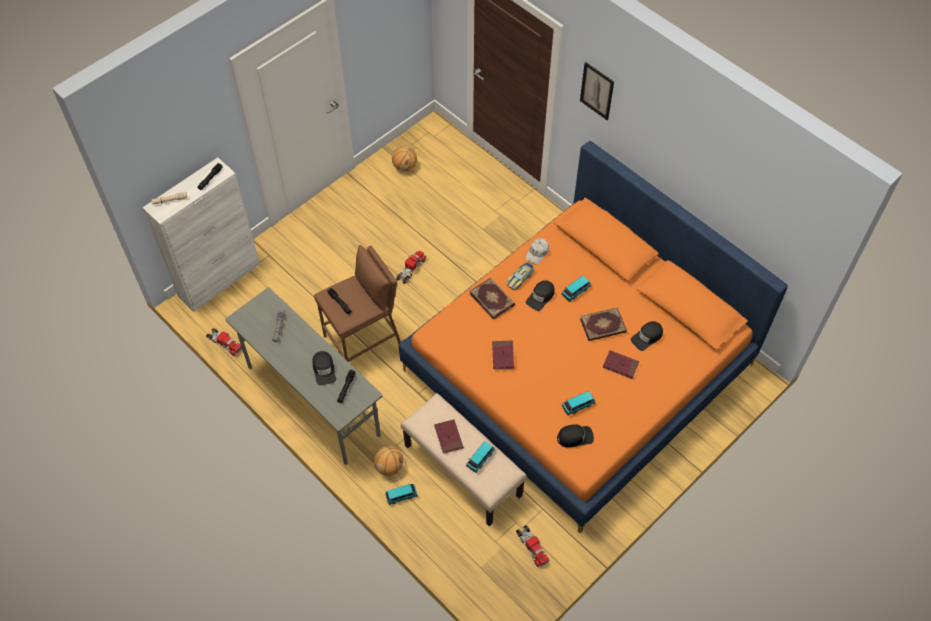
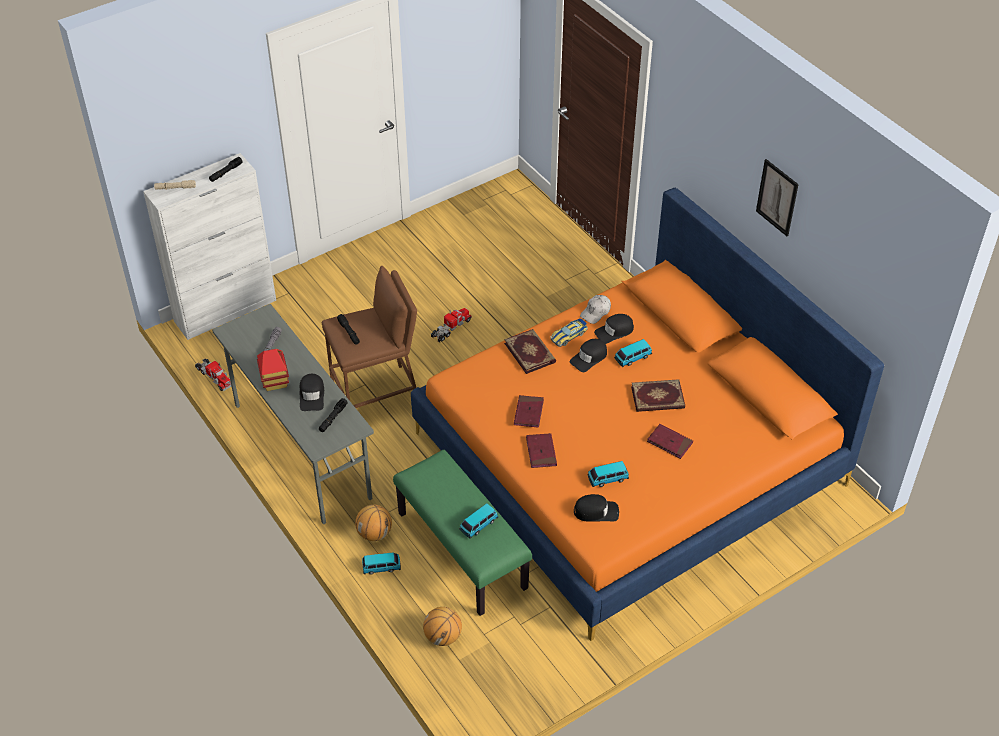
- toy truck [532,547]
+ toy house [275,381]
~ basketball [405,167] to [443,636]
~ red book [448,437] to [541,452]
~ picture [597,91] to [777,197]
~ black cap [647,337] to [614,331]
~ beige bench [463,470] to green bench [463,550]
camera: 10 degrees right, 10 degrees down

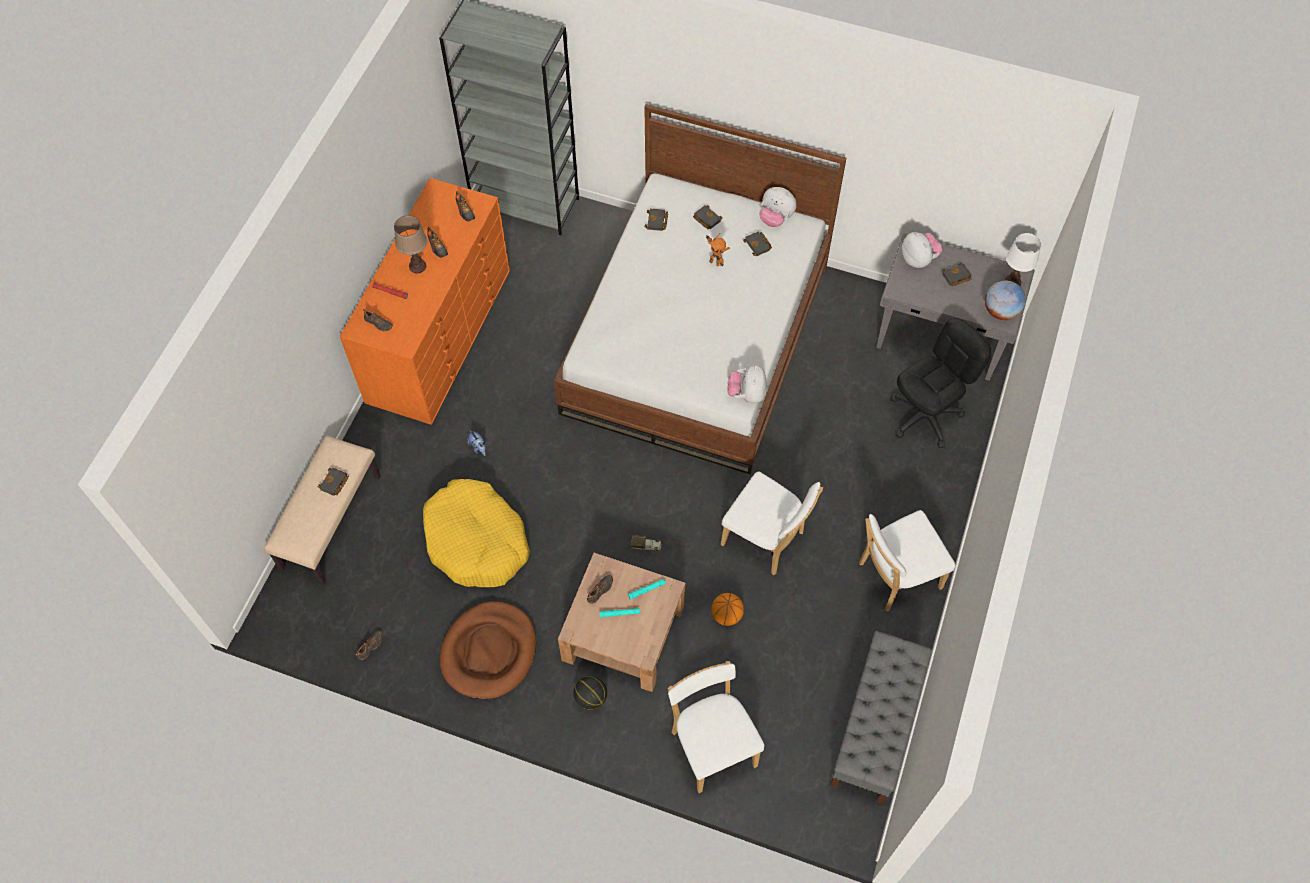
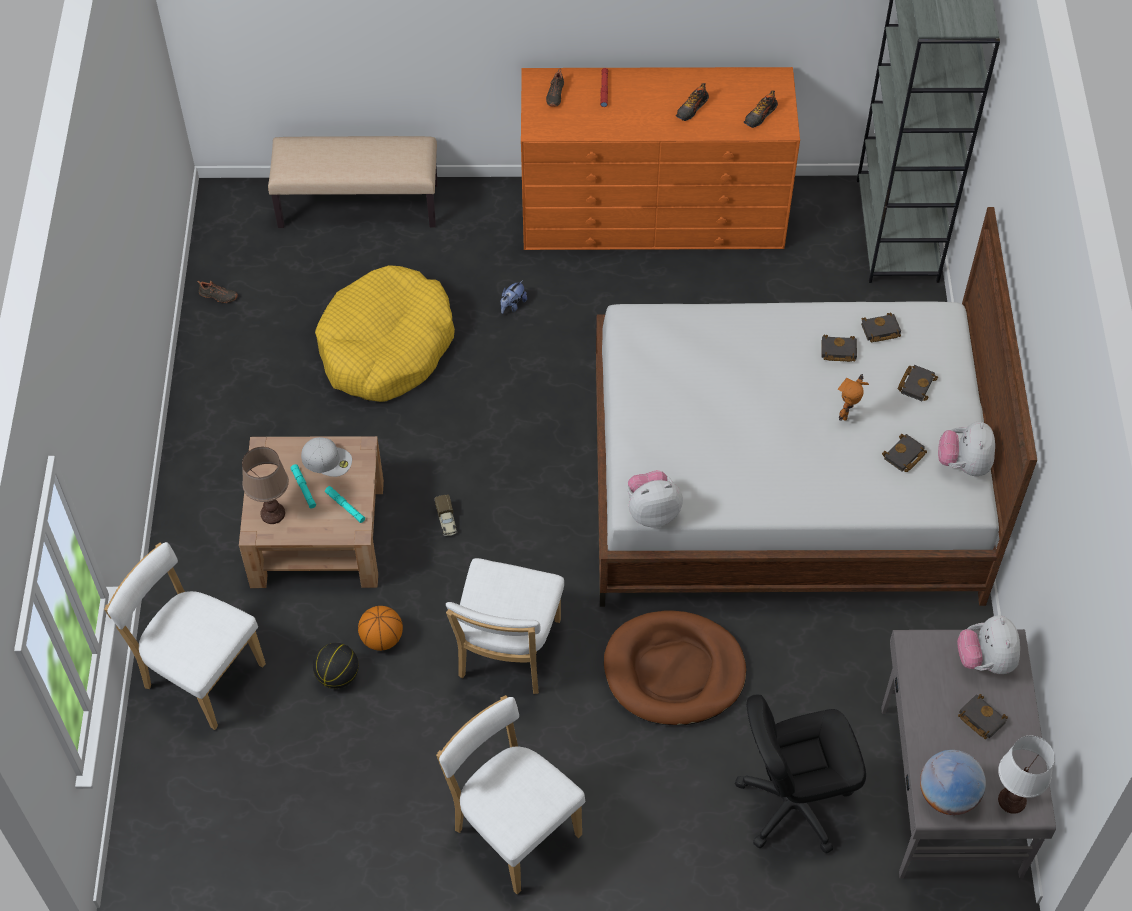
- grey bench [875,727]
~ black book [334,483] to [837,351]
~ brown table lamp [417,266] to [273,513]
~ brown dog bed [489,652] to [674,671]
~ basketball [591,698] to [338,676]
~ black shoe [600,591] to white cap [327,459]
~ white chair [711,745] = [200,673] 105 degrees counterclockwise
~ black office chair [925,416] = [793,803] 135 degrees clockwise
~ plush toy [918,259] = [985,660] 135 degrees clockwise
camera: 70 degrees right, 5 degrees down

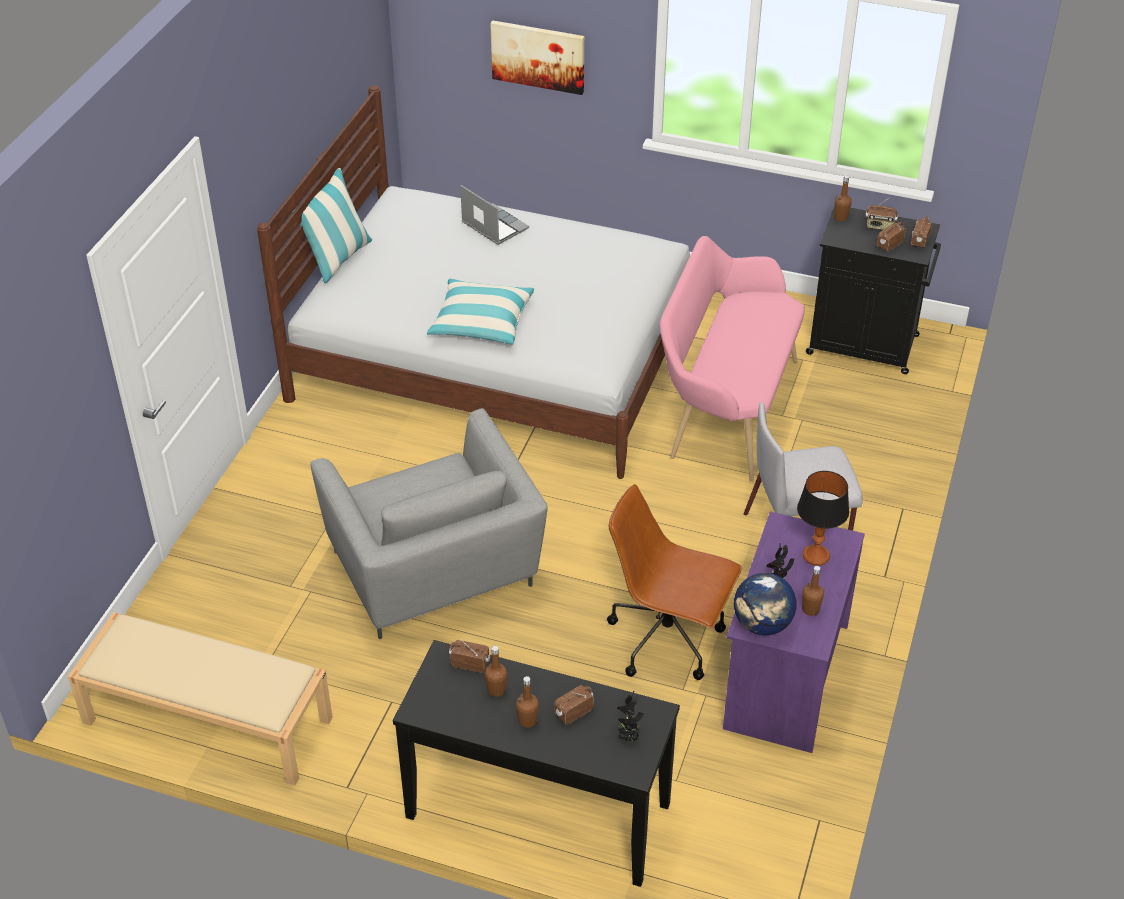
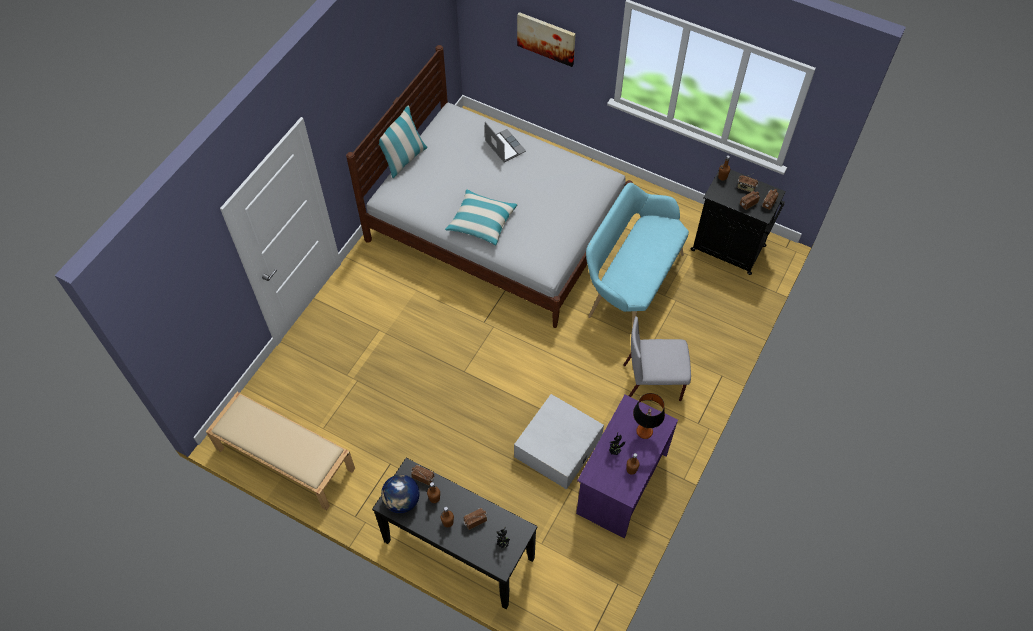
- grey armchair [434,573]
~ globe [762,624] to [402,501]
~ brown office chair [668,640] to white storage box [558,447]
~ pink bench [726,409] to turquoise bench [630,285]
camera: 10 degrees right, 15 degrees up

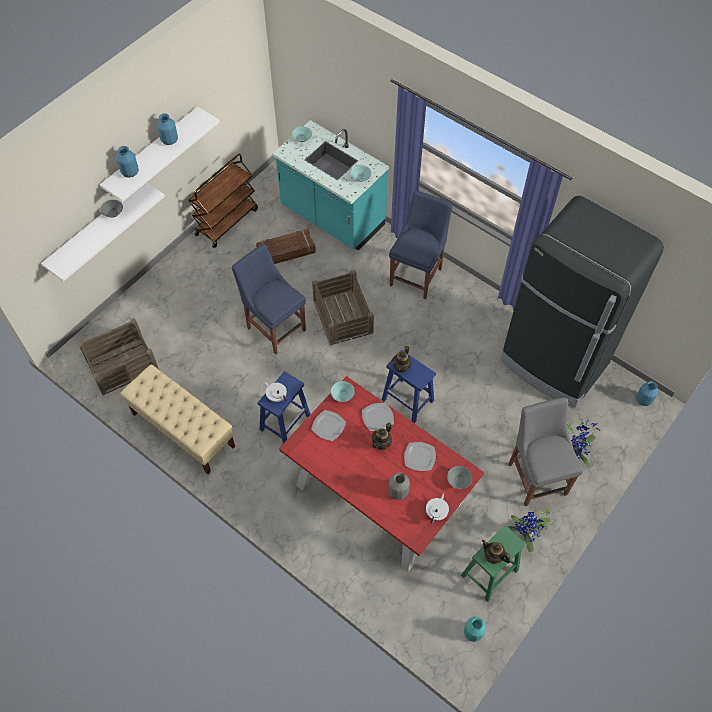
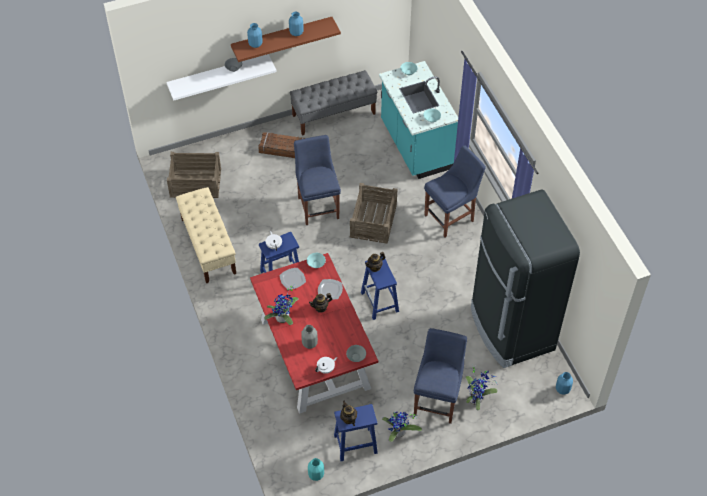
- plate [419,457]
+ potted plant [283,319]
~ crate [286,251] to [283,149]
~ brown cart [227,221] to grey bench [334,114]
~ white shelf [152,153] to brown shelf [282,37]
~ green stool [489,573] to blue stool [355,444]
~ grey chair [536,476] to blue chair [437,399]
camera: 30 degrees right, 5 degrees down

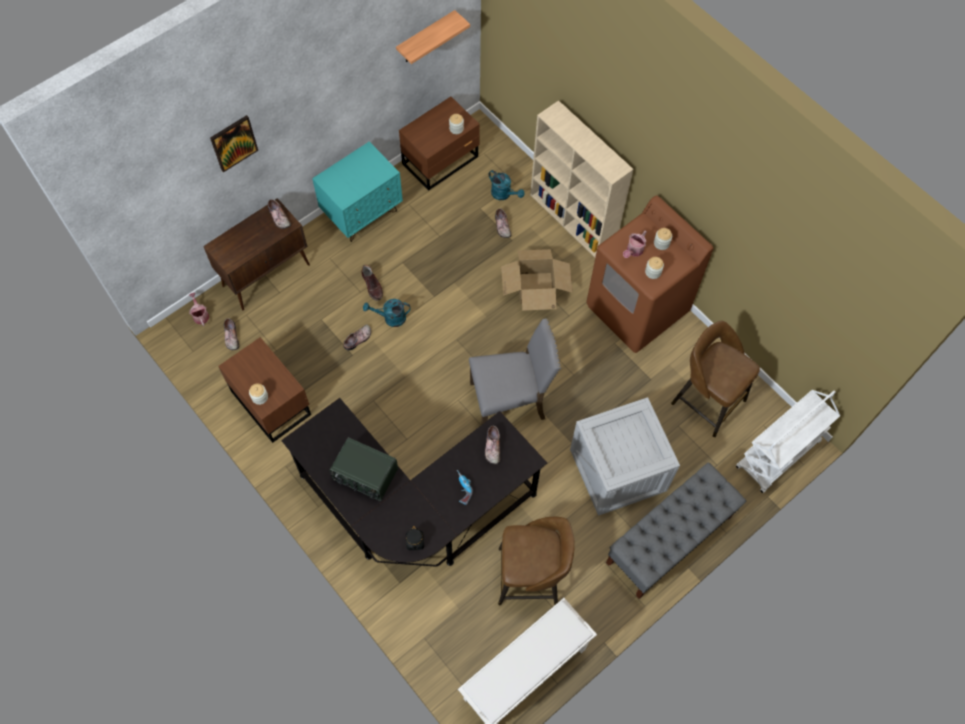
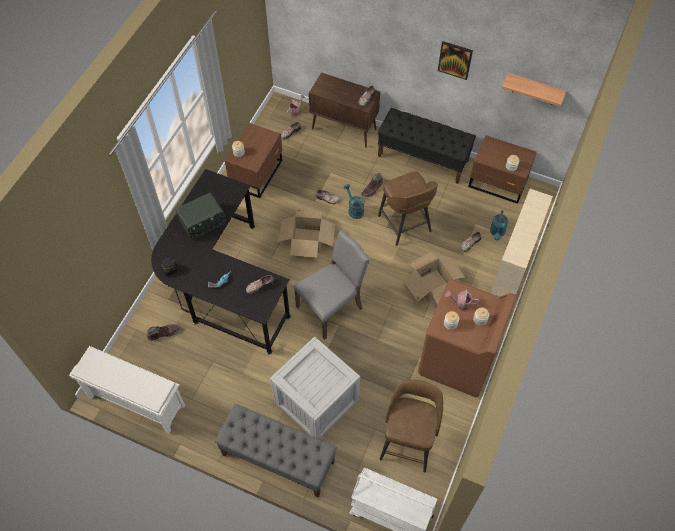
+ brown boot [164,332]
+ cardboard box [307,240]
~ picture [233,143] to [455,60]
~ brown stool [530,576] to [405,225]
~ turquoise nightstand [362,214] to black bench [423,158]
~ radio [365,475] = [203,222] 120 degrees counterclockwise
~ grey chair [510,402] = [331,308] 90 degrees counterclockwise
camera: 65 degrees right, 5 degrees down

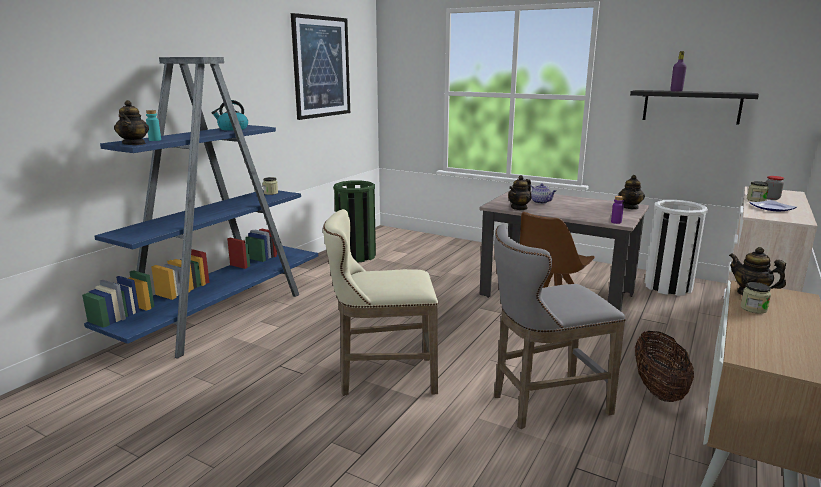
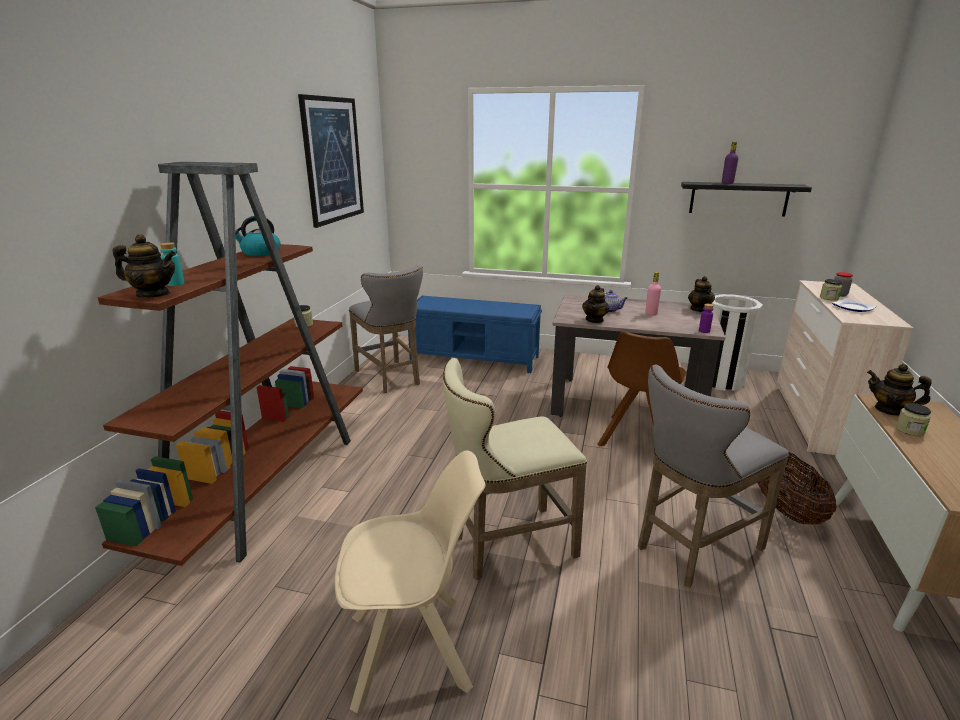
+ beige chair [413,650]
+ blue bench [475,358]
+ pink bottle [651,314]
~ green trash can [356,256] to grey stool [390,378]
~ blue bookcase [222,314] to brown bookcase [268,483]
~ teapot [134,144] = [153,294] 60 degrees counterclockwise
camera: 15 degrees left, 5 degrees up

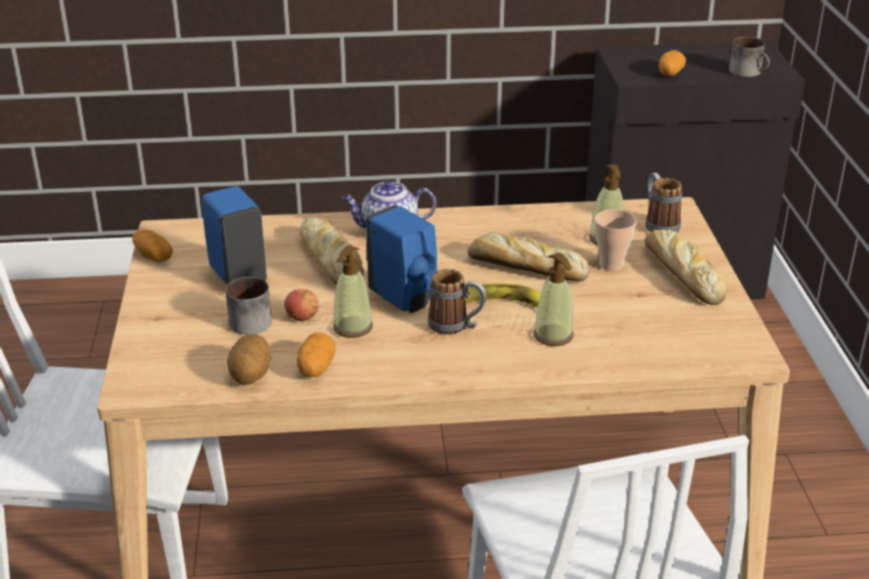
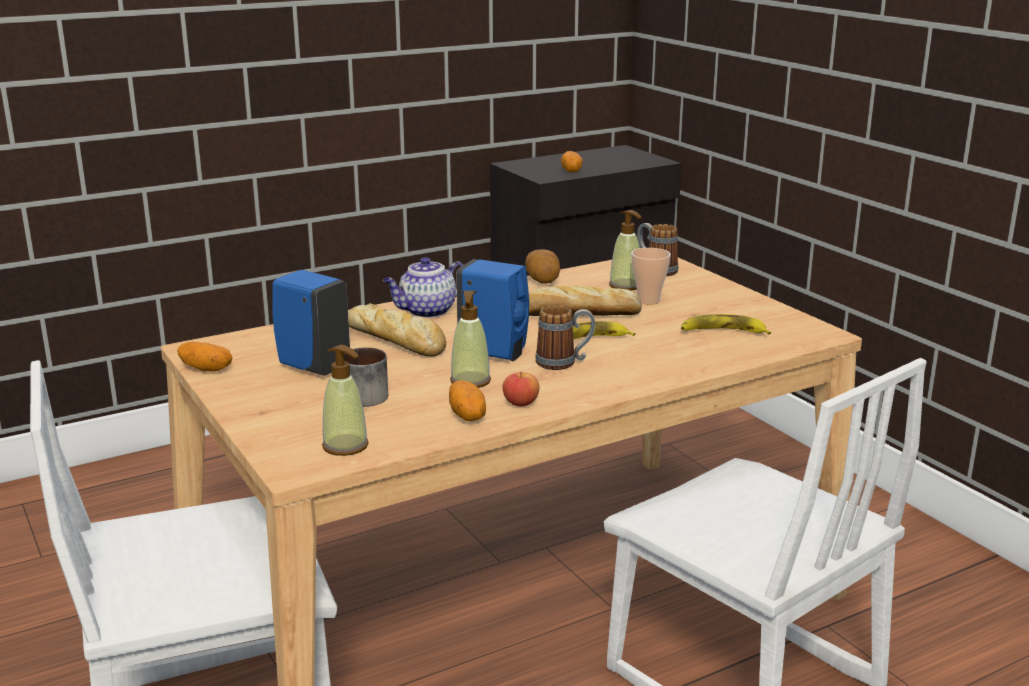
- bread [681,273]
- mug [749,72]
+ banana [722,332]
~ potato [251,376] to [543,281]
~ apple [302,317] to [520,403]
~ soap dispenser [553,336] to [345,446]
camera: 25 degrees left, 10 degrees down

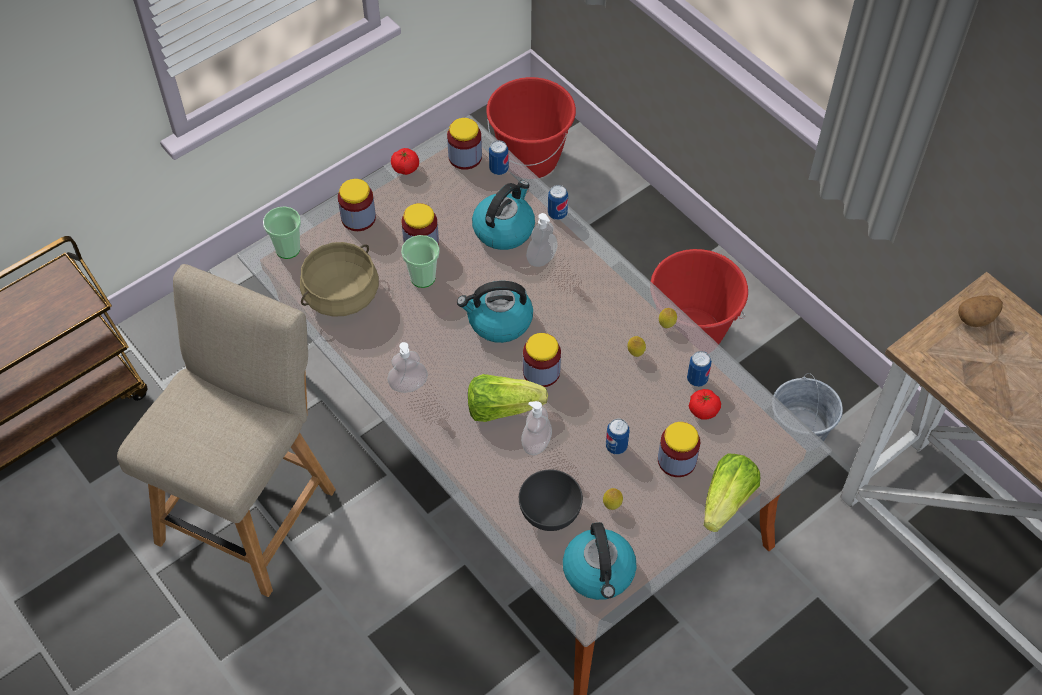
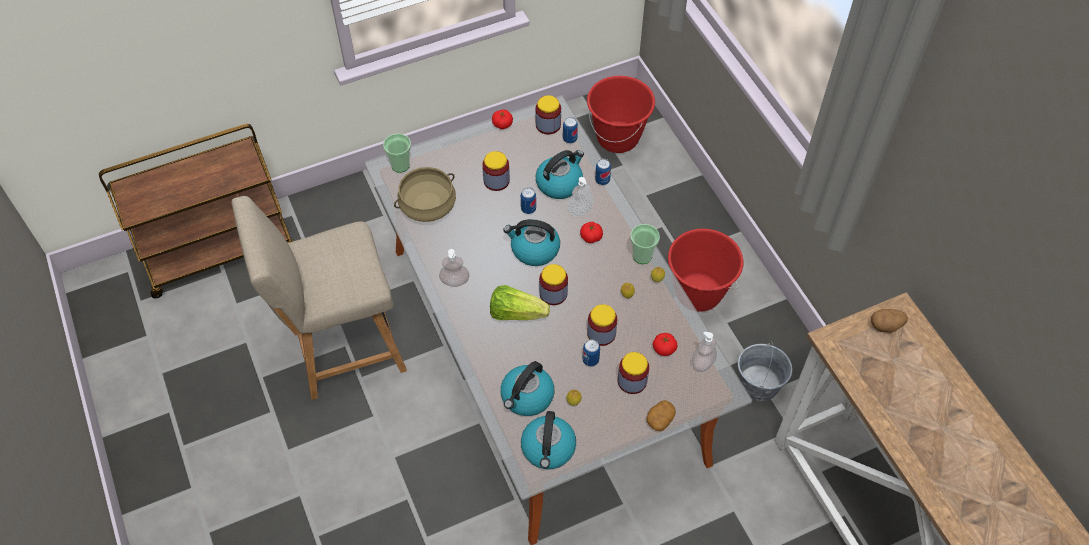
+ tomato [591,237]
~ jar [358,218] to [601,333]
~ cup [422,277] to [642,256]
~ soap dispenser [536,443] to [702,363]
~ can [697,379] to [528,209]
~ grey bowl [550,513] to kettle [527,397]
~ lettuce [727,500] to potato [660,419]
~ beige chair [251,508] = [341,347] 150 degrees counterclockwise
camera: 15 degrees right, 0 degrees up

